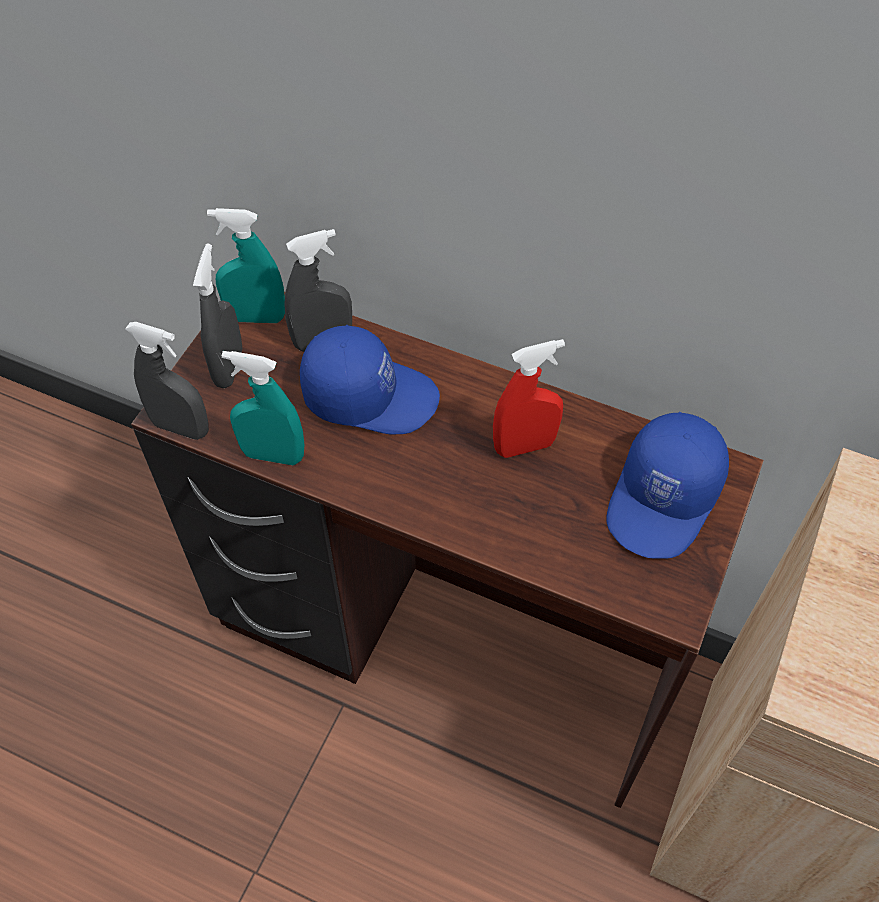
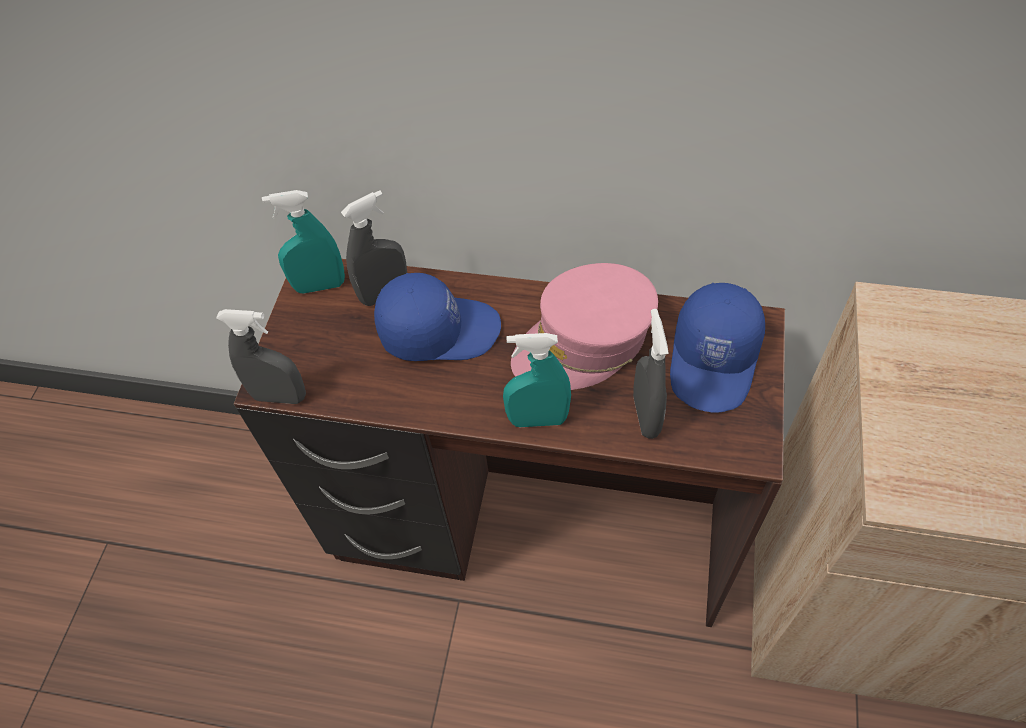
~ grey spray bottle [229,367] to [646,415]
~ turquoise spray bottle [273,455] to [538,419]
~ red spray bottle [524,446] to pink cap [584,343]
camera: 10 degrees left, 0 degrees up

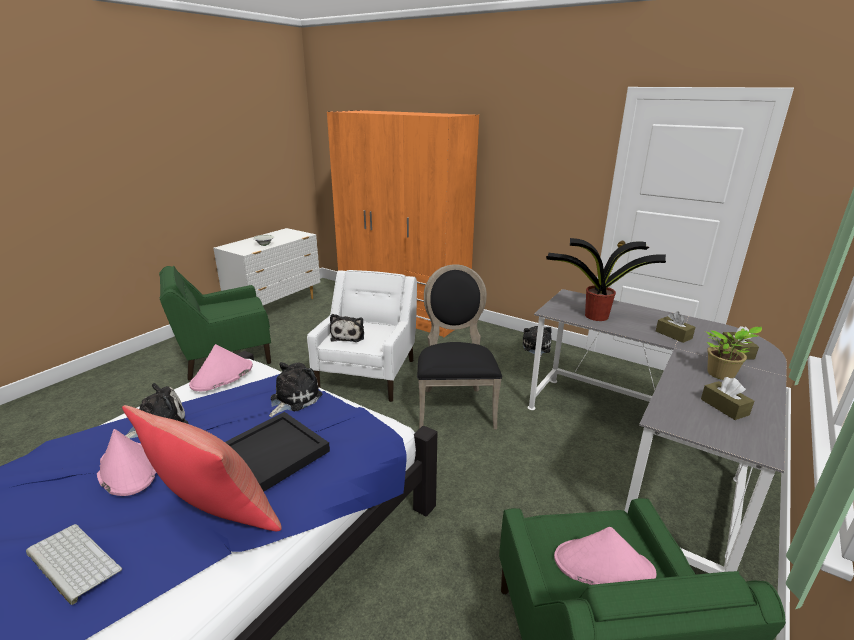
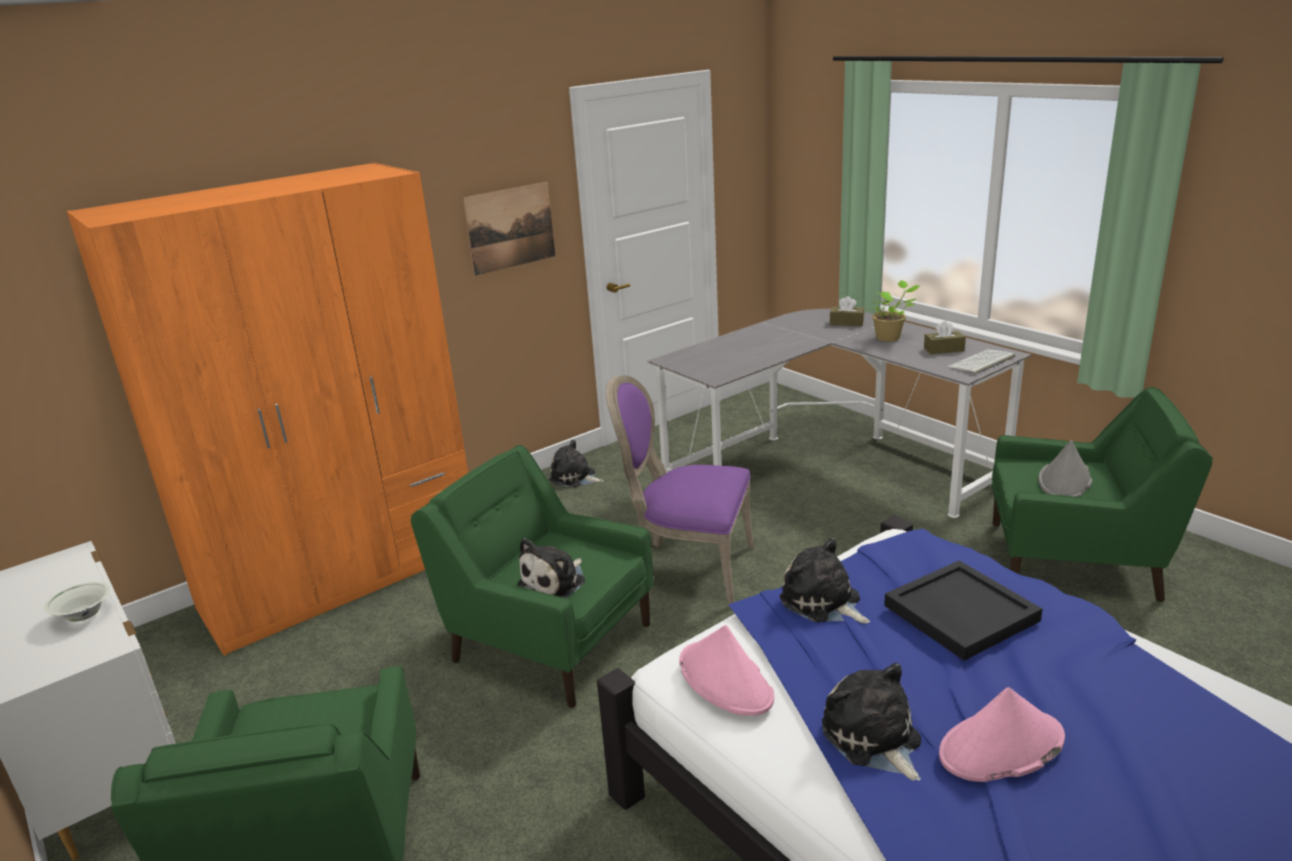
- red pillow [214,515]
- potted plant [594,316]
- brown tissue box [673,335]
+ picture [510,228]
~ keyboard [71,562] to [981,363]
~ white armchair [368,374] to green armchair [549,641]
~ black chair [454,406] to purple chair [688,569]
~ pink hat [603,566] to grey hat [1064,481]
~ plush toy [348,336] = [555,582] 105 degrees clockwise
camera: 70 degrees left, 0 degrees up

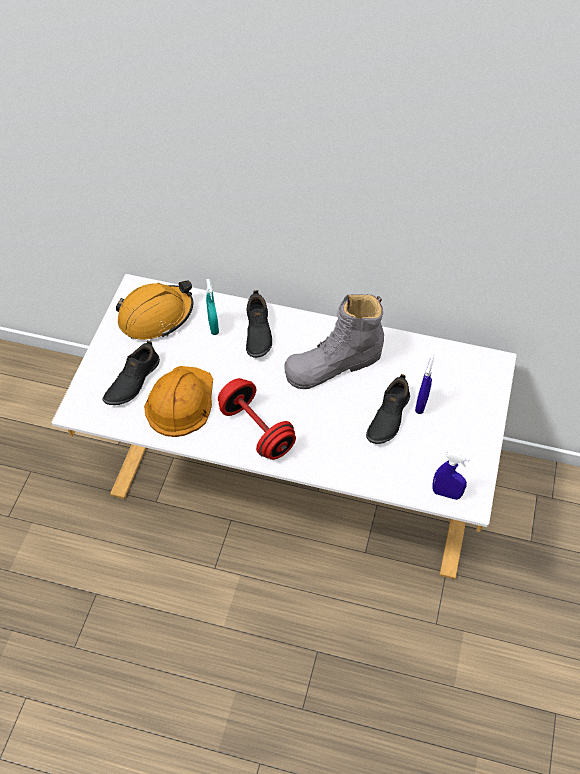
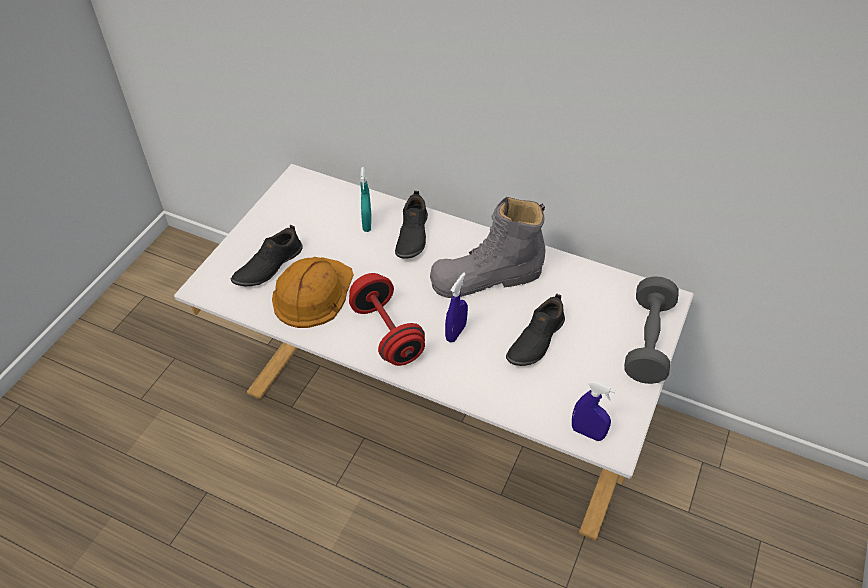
- orange hard hat [156,316]
+ grey dumbbell [648,341]
~ blue spray bottle [421,404] to [456,332]
camera: 10 degrees right, 5 degrees down

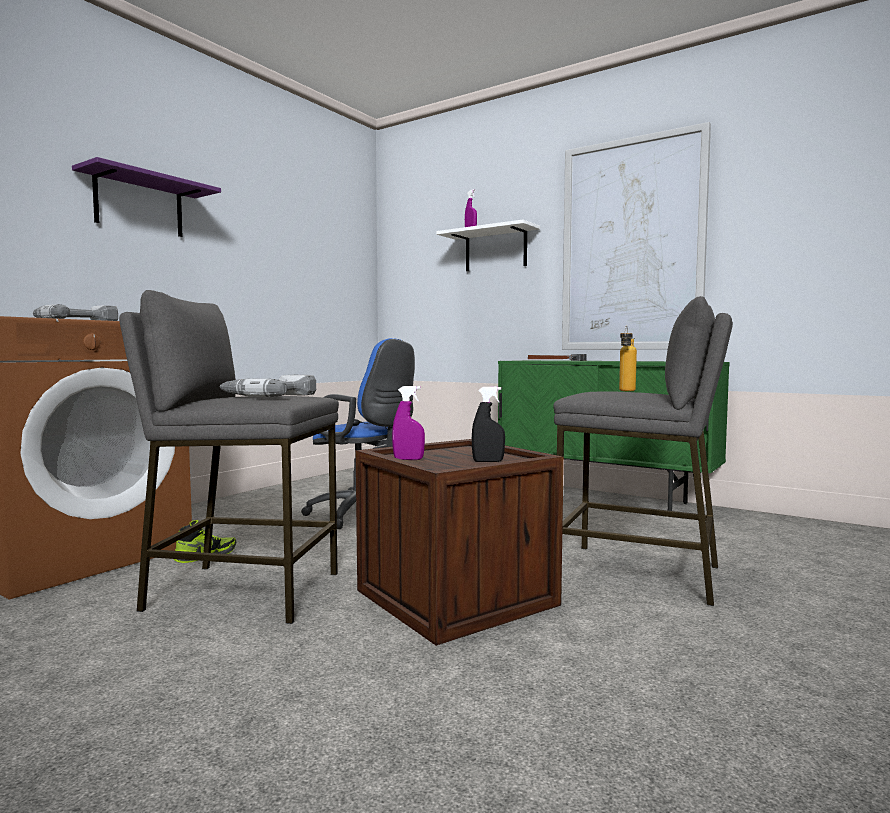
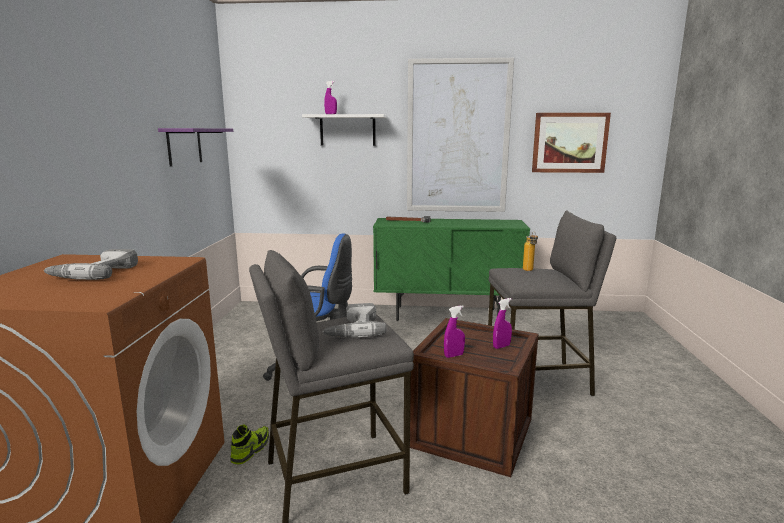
+ picture [569,143]
~ purple shelf [139,205] to [184,146]
~ black spray bottle [488,461] to purple spray bottle [501,346]
camera: 30 degrees left, 10 degrees up

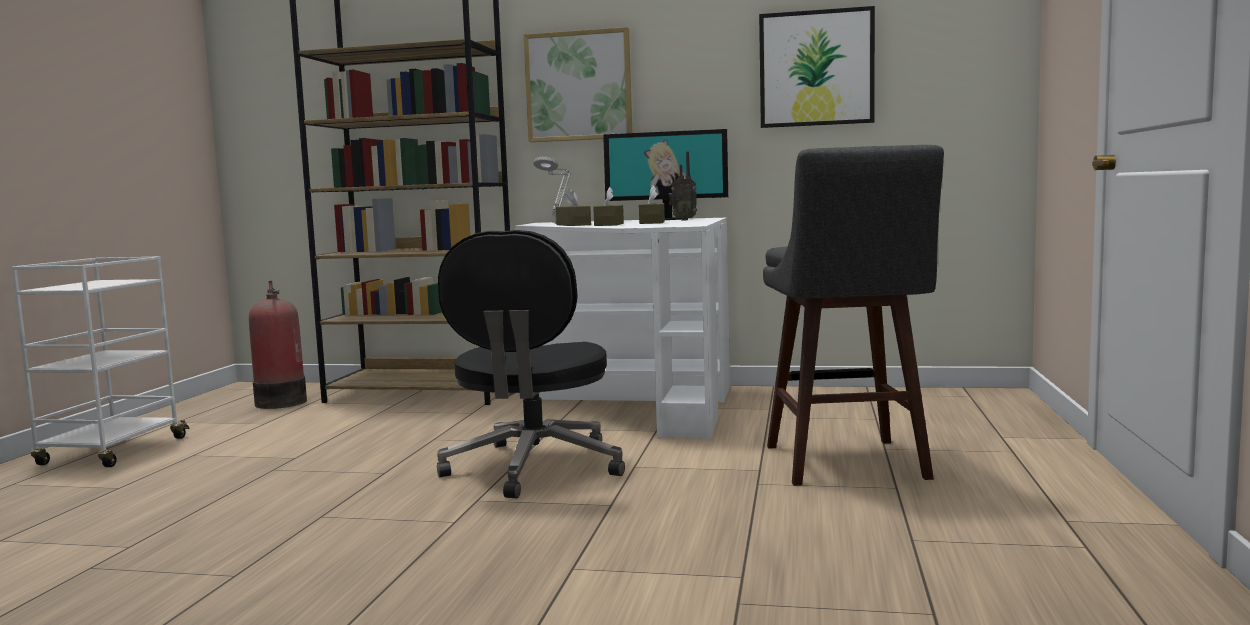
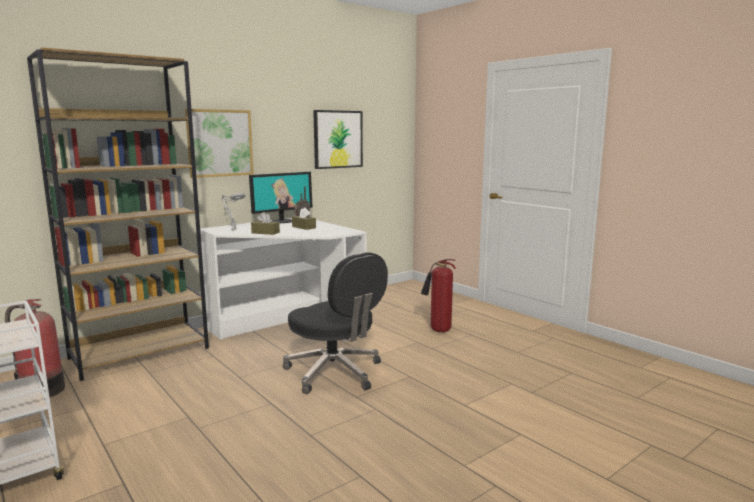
- brown tissue box [609,224]
~ grey stool [847,465] to fire extinguisher [438,330]
camera: 50 degrees left, 5 degrees up

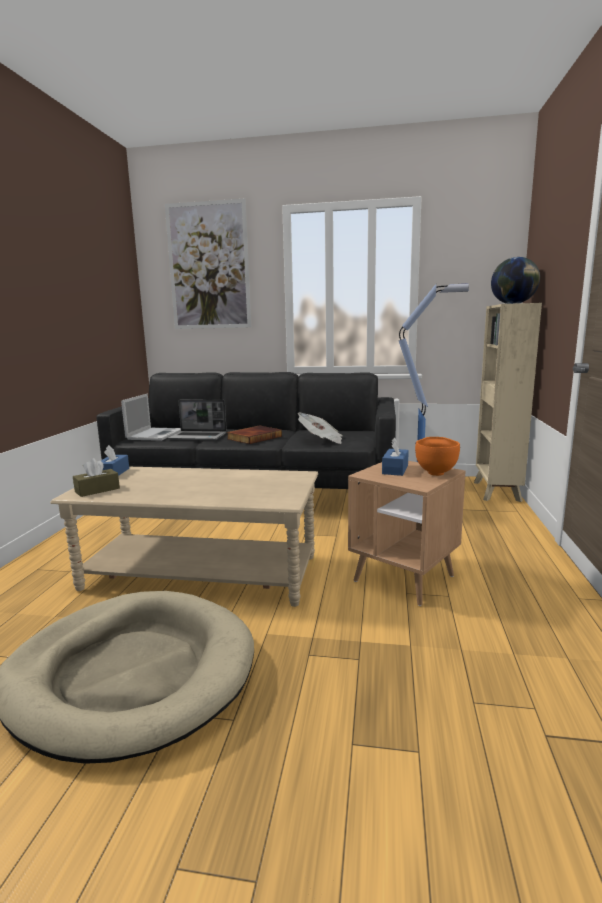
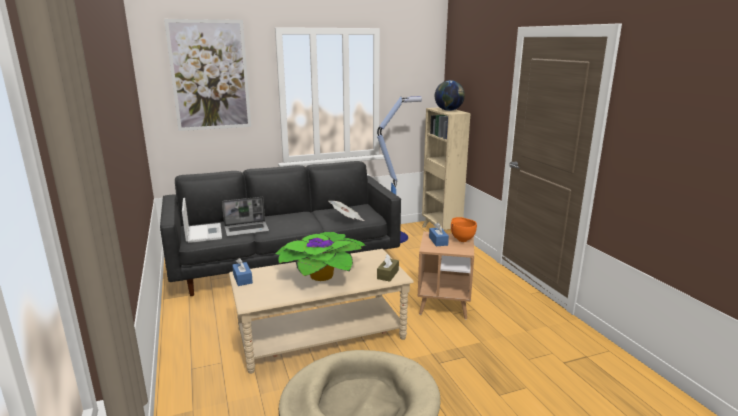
- book [254,437]
+ potted plant [322,274]
~ brown tissue box [97,490] to [388,274]
camera: 30 degrees left, 5 degrees up

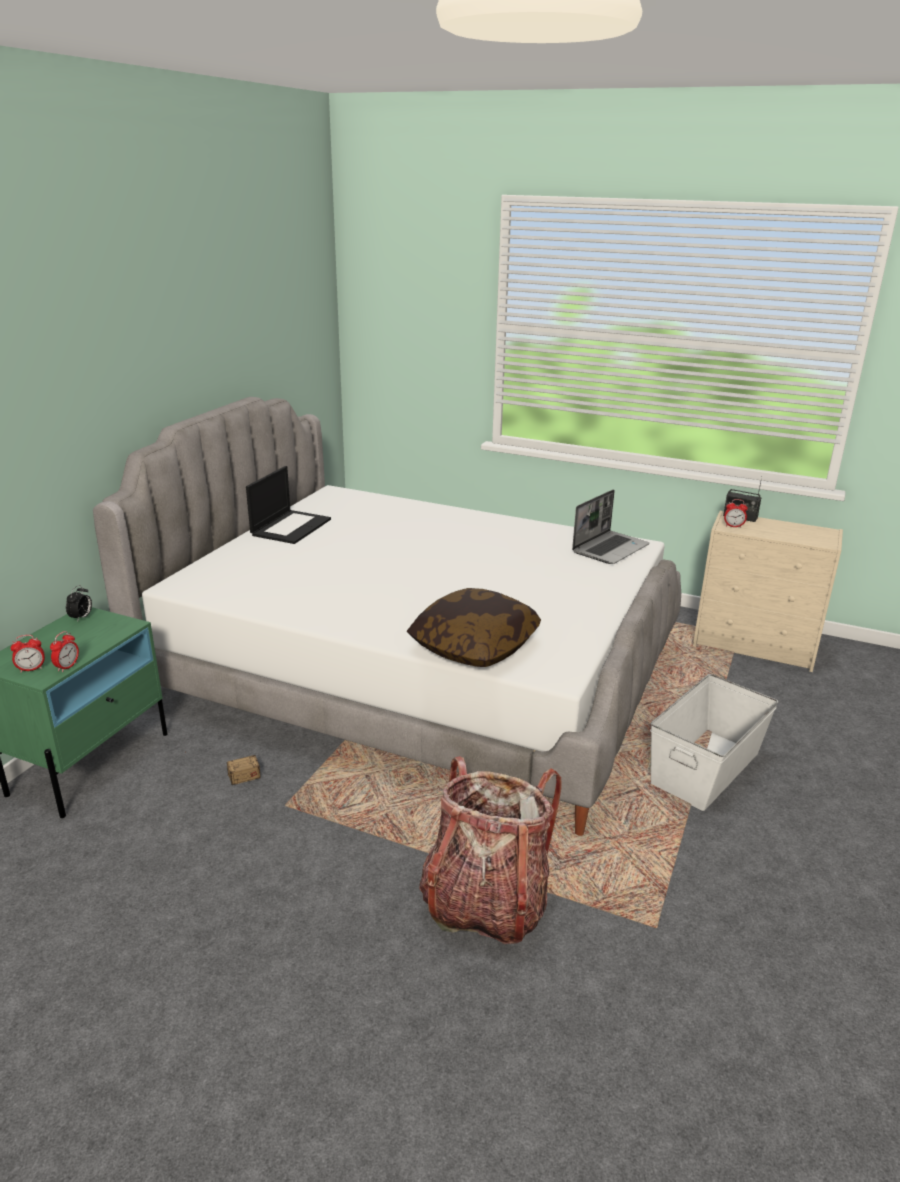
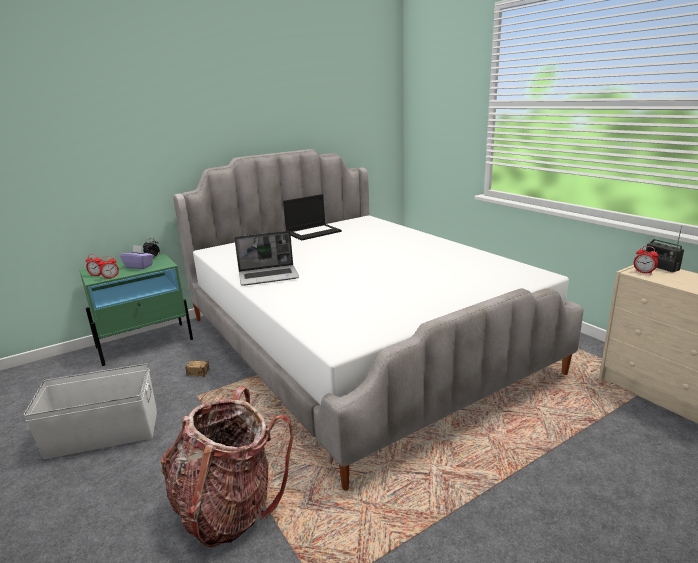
- pillow [474,646]
+ purple tissue box [139,266]
~ laptop [610,548] to [269,276]
~ white storage box [704,768] to [103,433]
camera: 35 degrees right, 5 degrees down

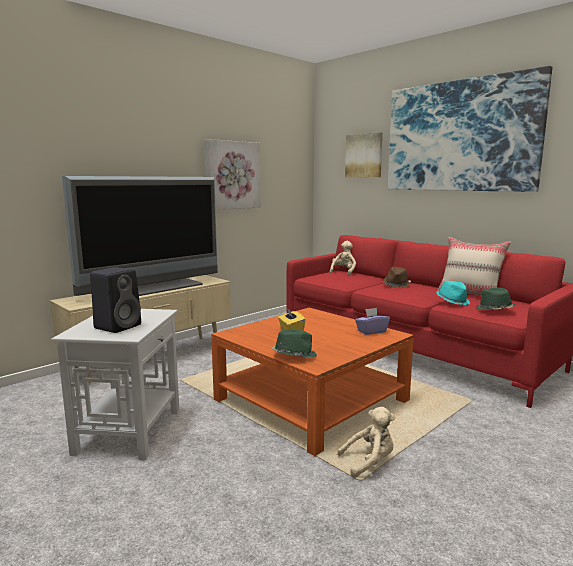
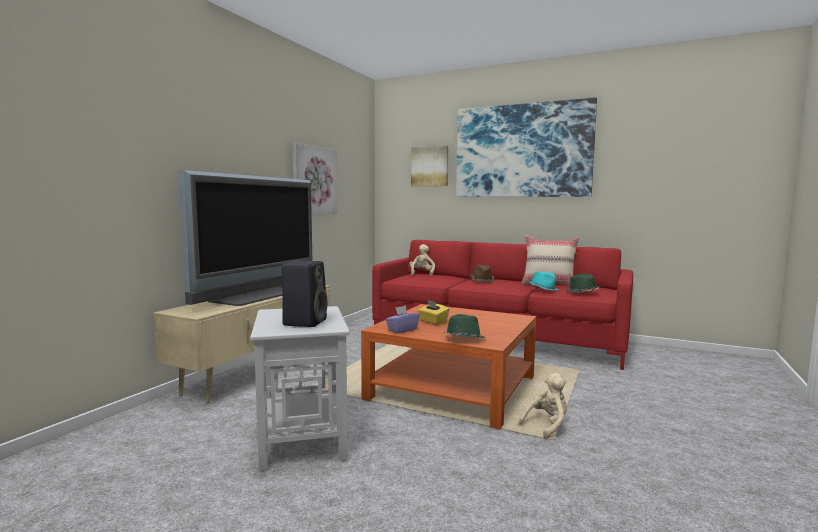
~ purple tissue box [371,331] to [402,330]
camera: 20 degrees left, 5 degrees down

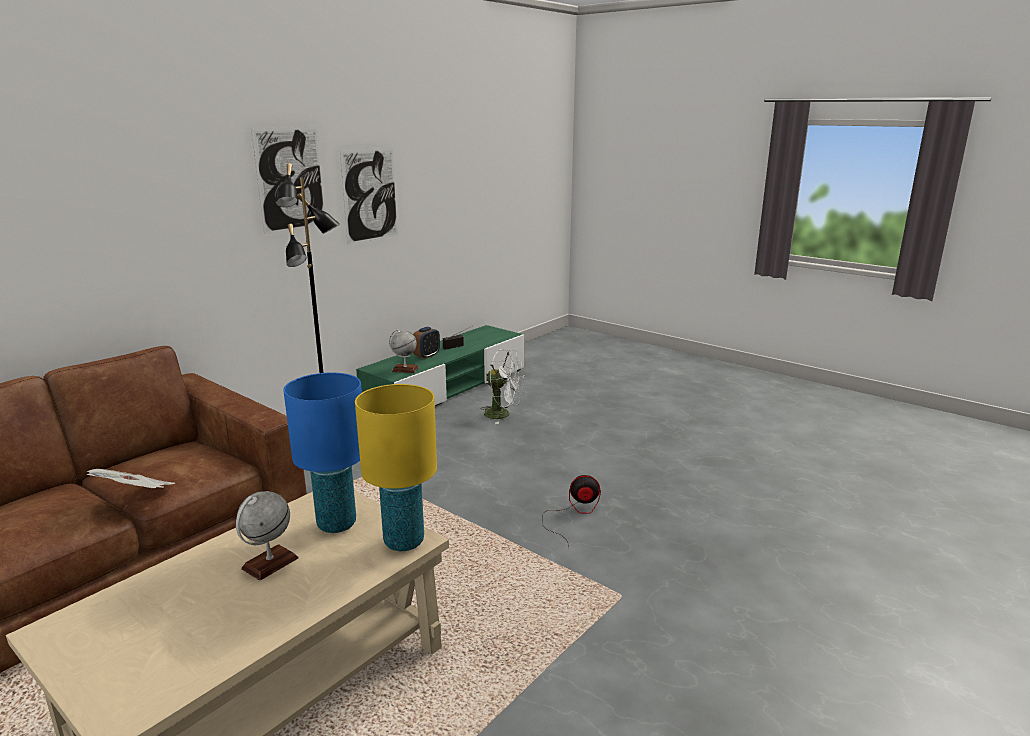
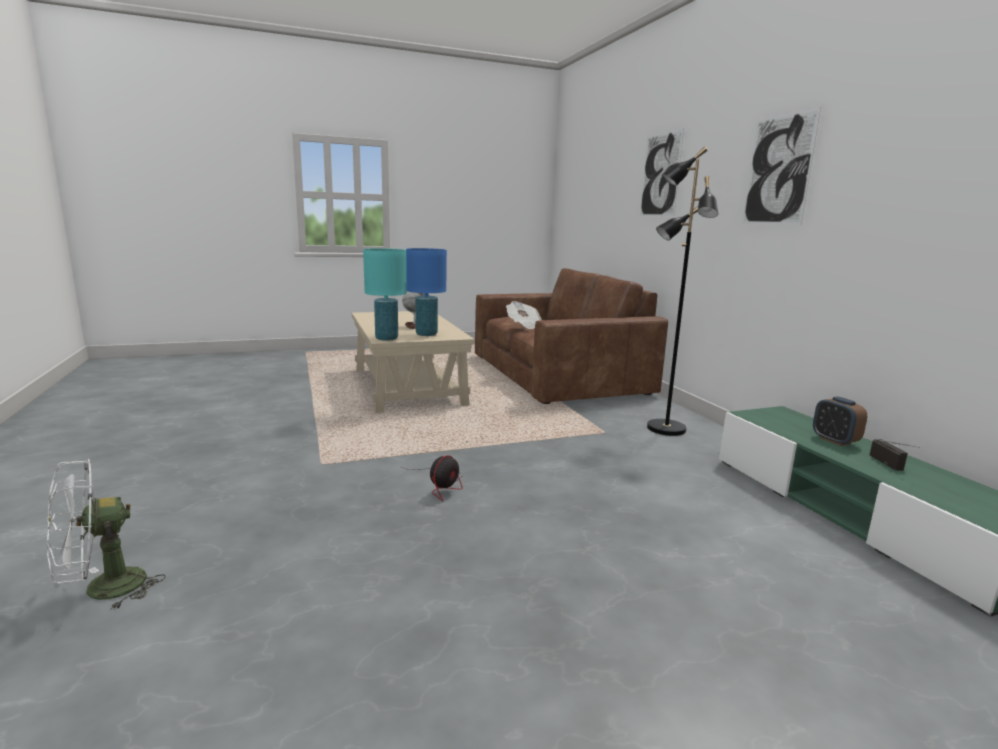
- globe [405,369]
~ picture [370,195] to [660,174]
~ white fan [503,415] to [102,590]
~ yellow table lamp [404,542] to turquoise table lamp [386,338]
camera: 120 degrees right, 5 degrees down

